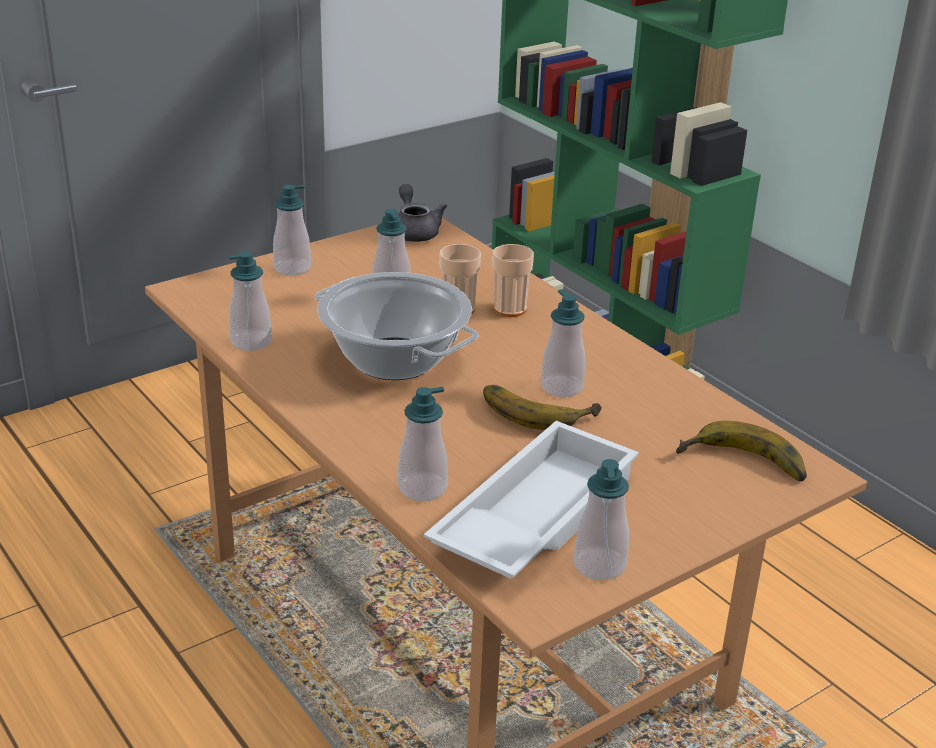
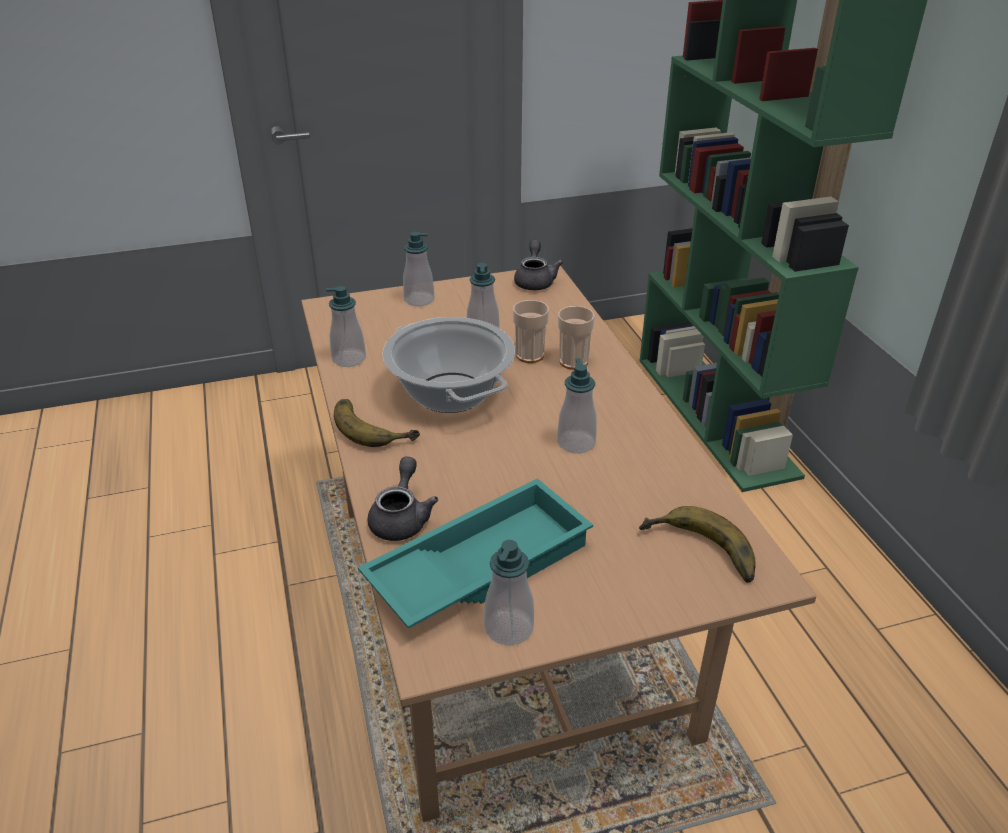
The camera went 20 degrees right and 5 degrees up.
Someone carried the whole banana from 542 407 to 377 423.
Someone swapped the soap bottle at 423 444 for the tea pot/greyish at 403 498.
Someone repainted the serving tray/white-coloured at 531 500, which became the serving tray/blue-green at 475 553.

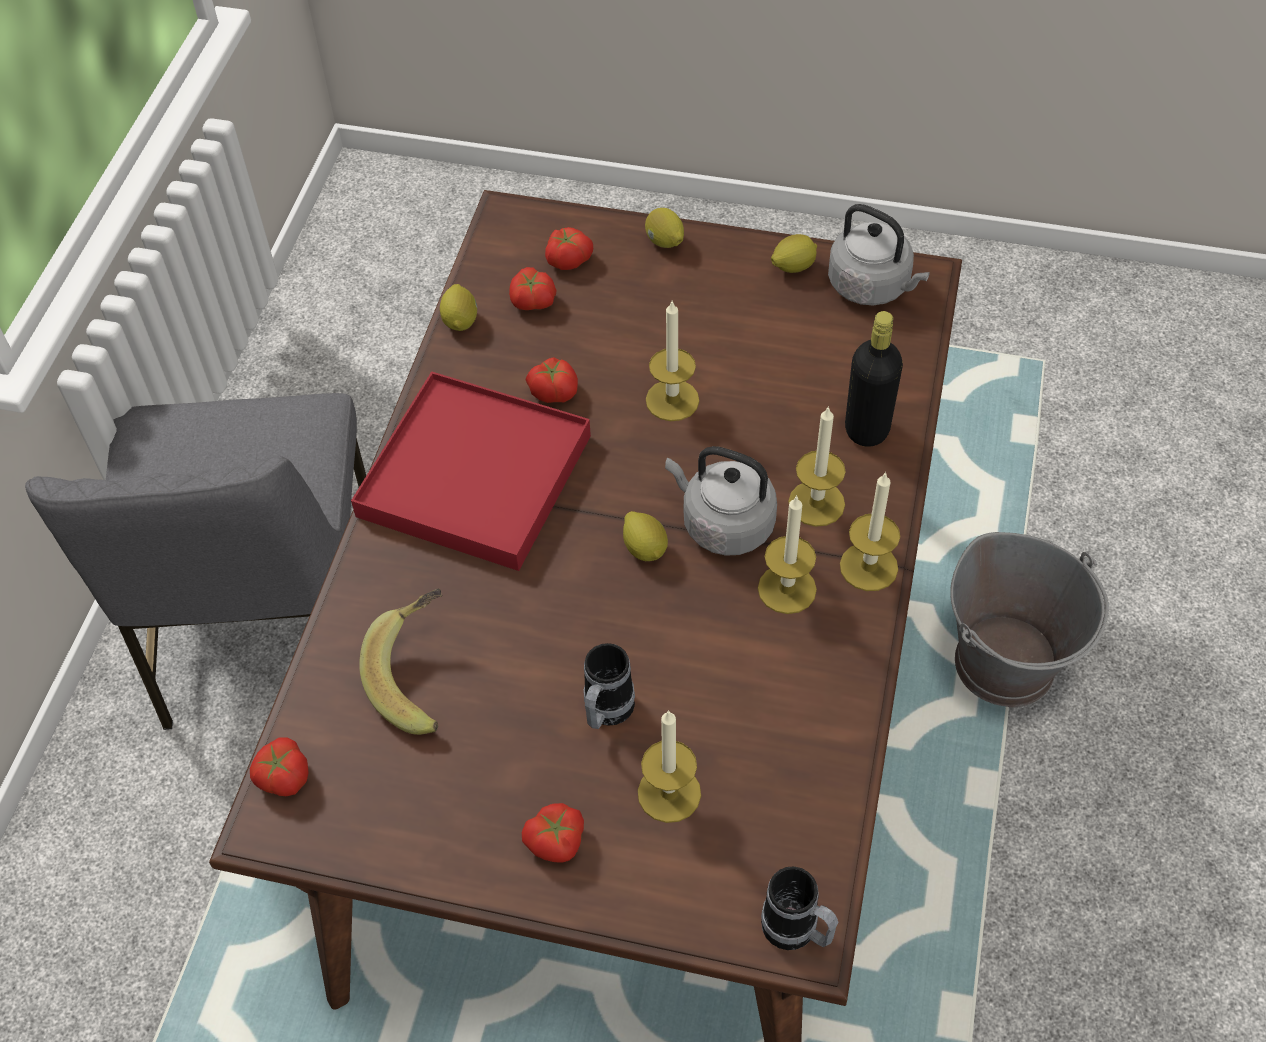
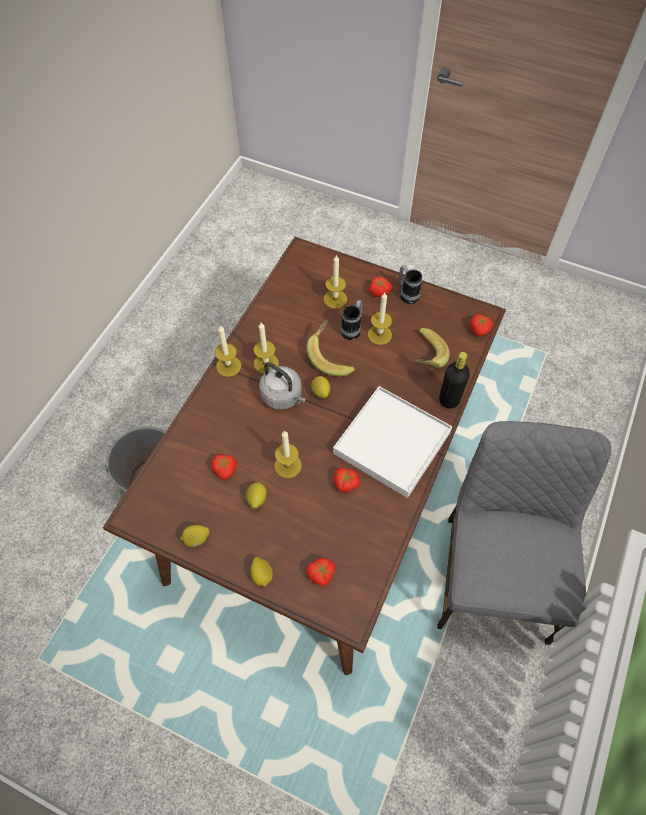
The camera went 170 degrees left and 5 degrees up.
Someone took away the water kettle/greyish at 879 254.
Someone carried the whole tomato from 533 288 to 224 467.
Someone carried the whole lemon from 458 307 to 256 495.
Someone carried the bottle/black from 874 379 to 454 380.
Someone repainted the serving tray/red at 471 471, which became the serving tray/white-coloured at 392 442.
Someone carried the candle from 817 466 to 380 319.
Someone carried the tea mug from 800 908 to 410 284.
Someone put down the whole banana at 331 348.

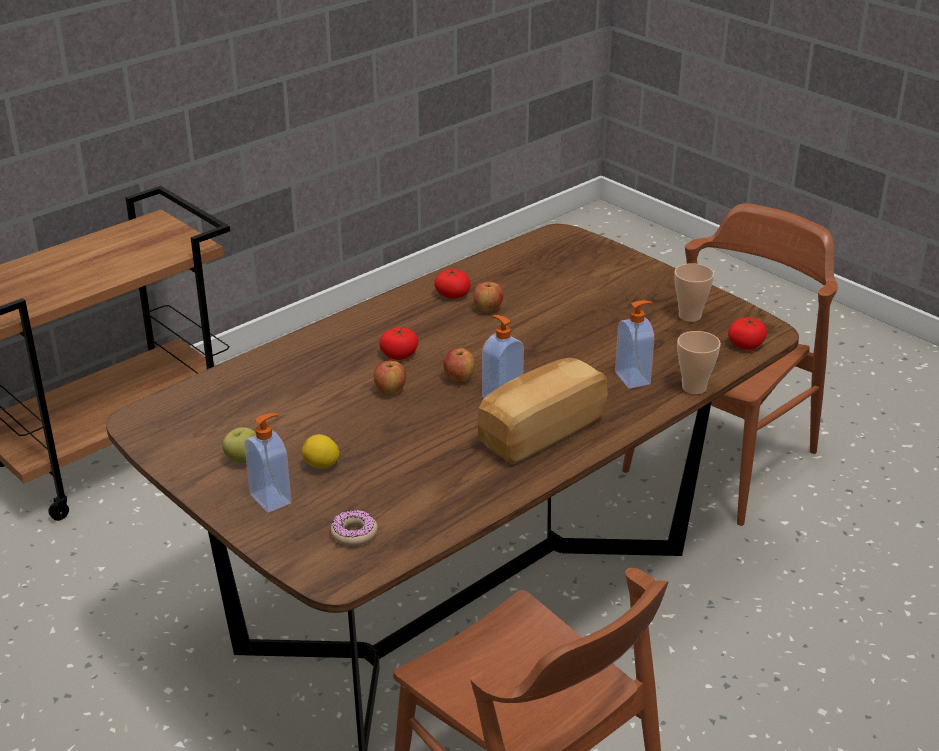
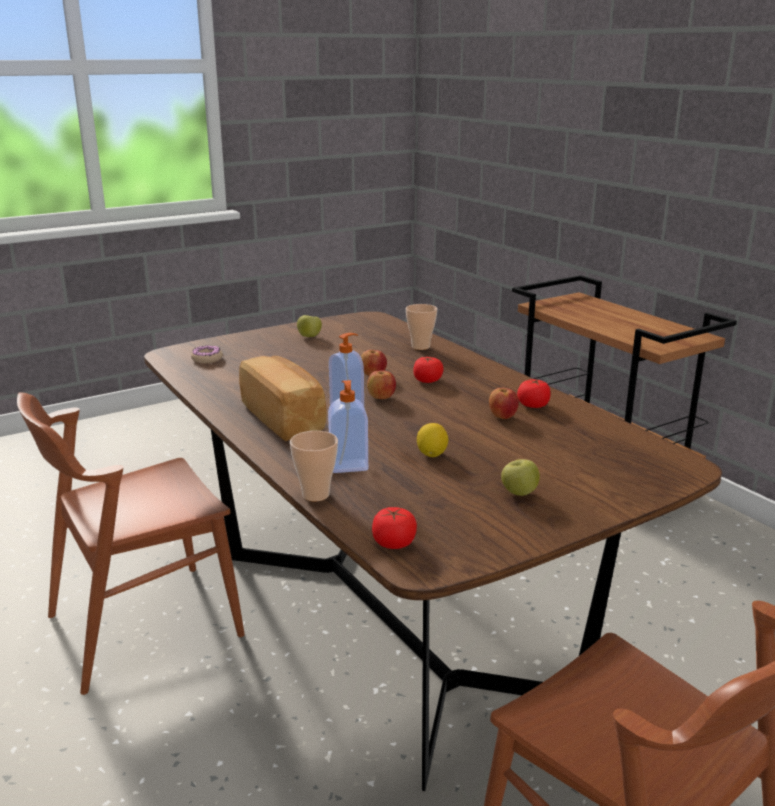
The camera went 100 degrees right and 10 degrees down.
Someone carried the cup from 694 292 to 421 327.
Someone took away the soap bottle at 267 463.
Someone carried the whole lemon from 321 451 to 432 440.
Someone put down the apple fruit at 520 477.

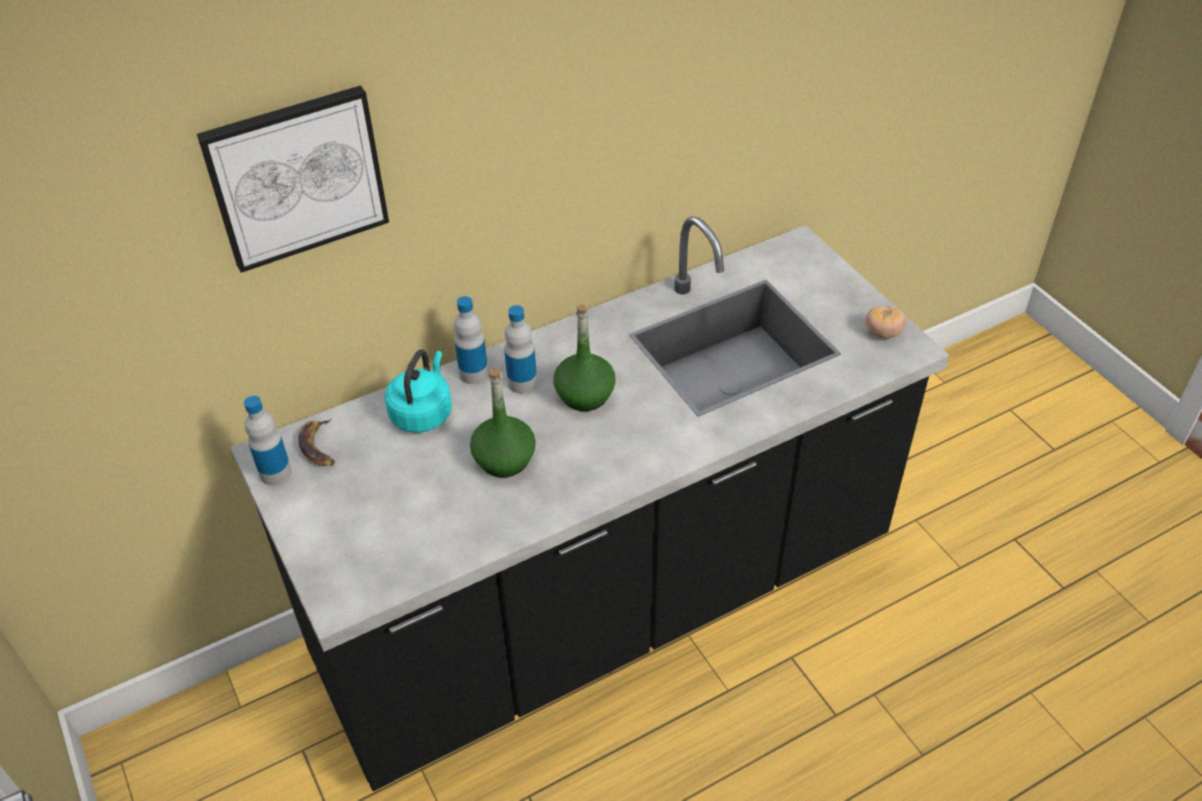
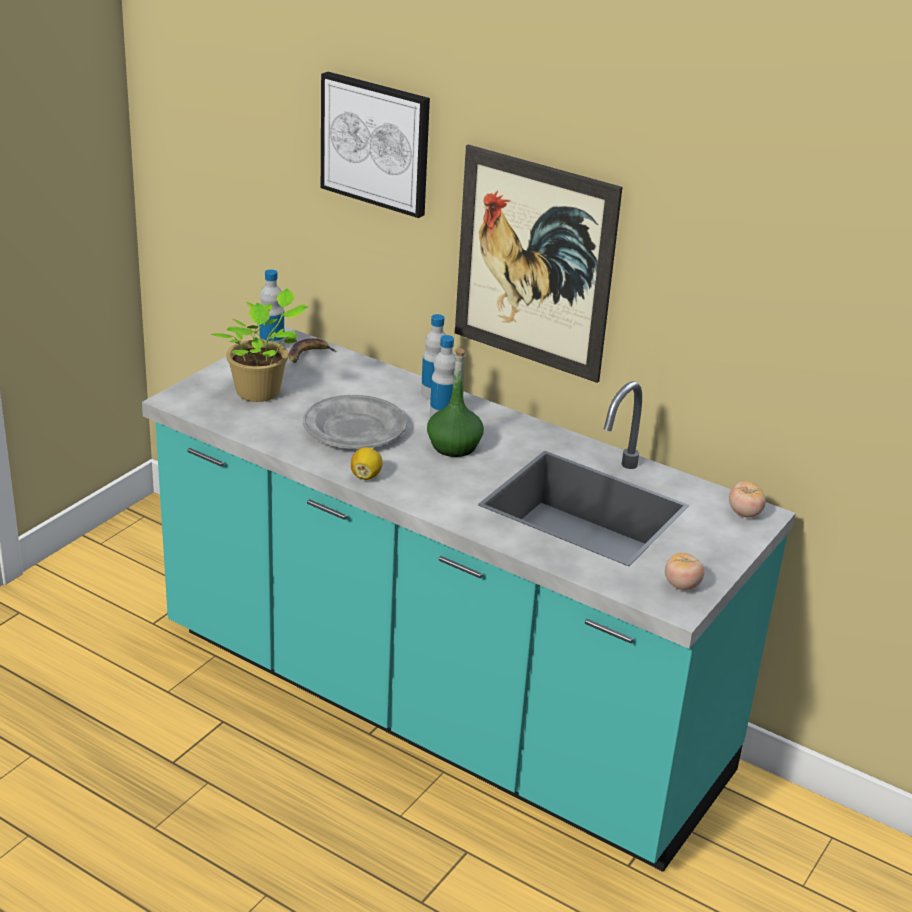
The camera went 60 degrees right and 15 degrees down.
Someone repainted the kitchen counter/black at 590 503, which became the kitchen counter/blue-green at 469 599.
Someone took away the water kettle/blue-green at 418 391.
Someone swapped the bottle/green at 503 423 for the plate/greyish at 355 422.
Someone put up the picture at 538 264.
Someone put down the houseplant at 259 345.
Someone put down the whole lemon at 367 463.
Someone put down the whole tomato at 747 499.

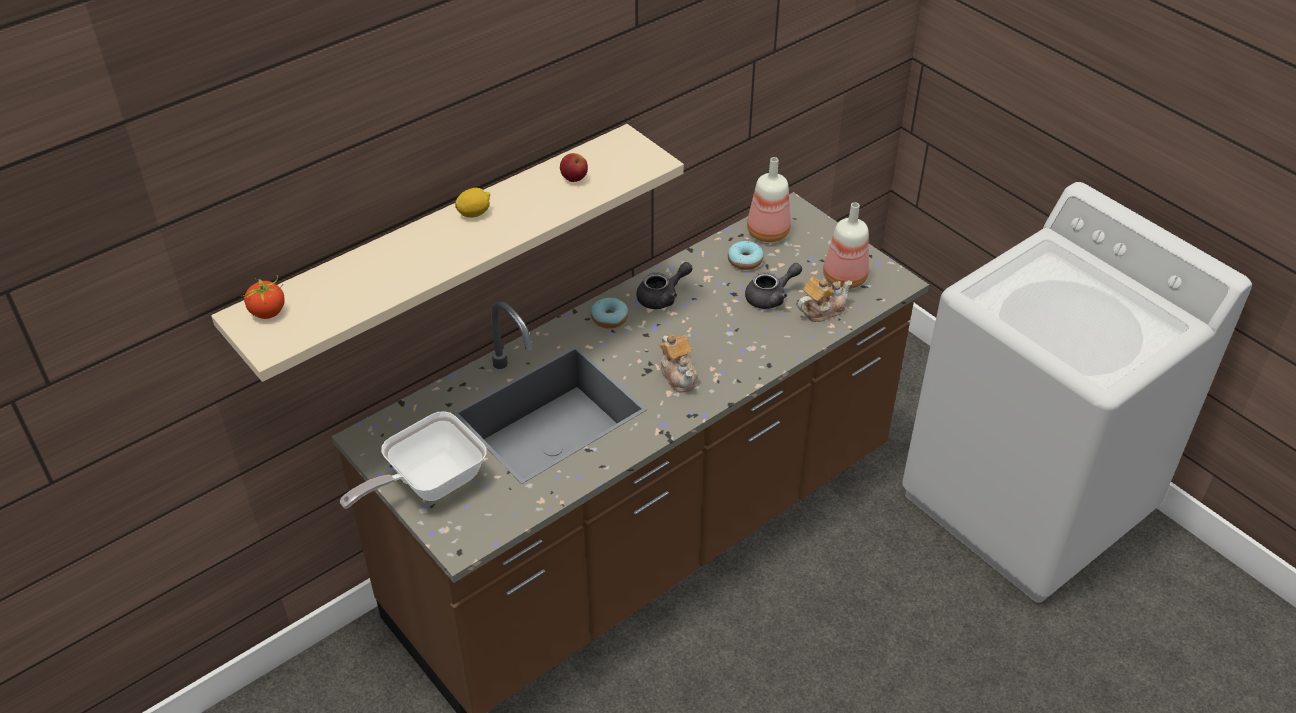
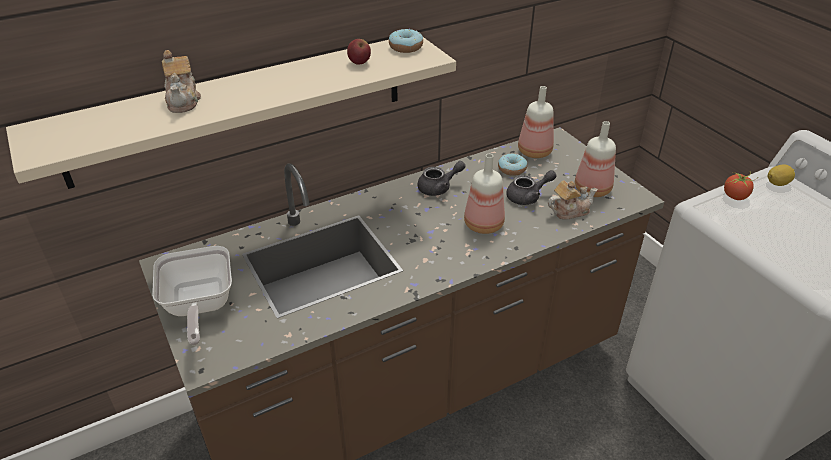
The camera went 10 degrees right and 5 degrees down.
Someone carried the whole lemon from 472 203 to 781 175.
Someone carried the whole tomato from 264 297 to 740 186.
Someone carried the ring doughnut from 609 313 to 406 41.
Someone carried the tea pot from 679 363 to 181 81.
Someone rotated the pan at 413 460 by 75 degrees counterclockwise.
Someone put down the bottle at 484 194.

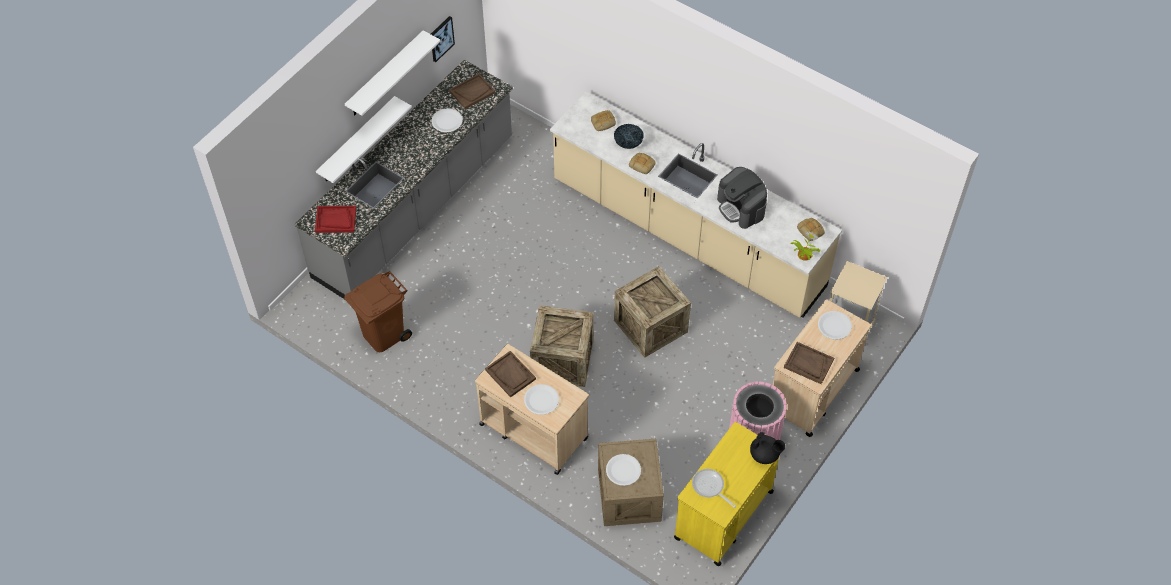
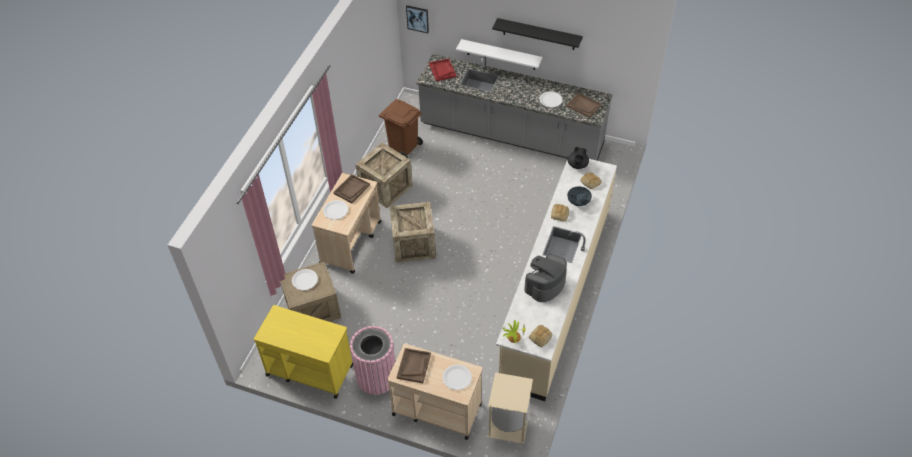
The camera went 75 degrees right and 5 degrees down.
Someone carried the picture from 443 39 to 417 19.
Someone repainted the bracket shelf/white-coloured at 393 73, which became the bracket shelf/black at 537 34.
Someone carried the crate from 652 312 to 384 175.
Someone carried the tea pot/black from 767 448 to 578 158.
Someone took away the pan at 714 488.

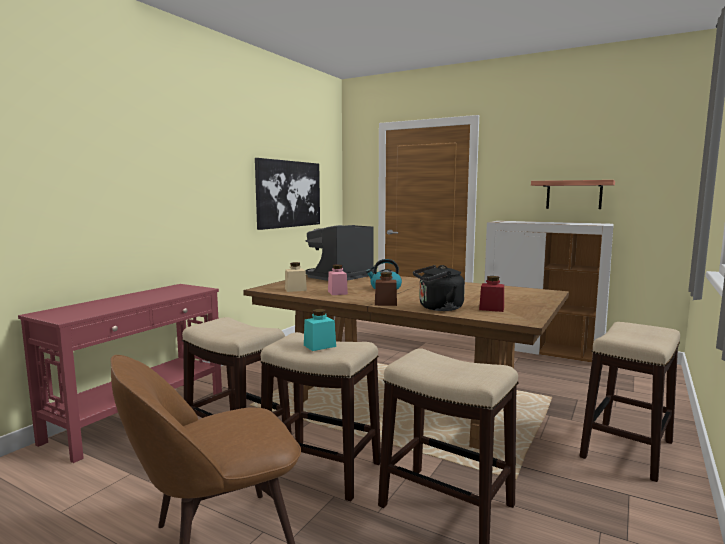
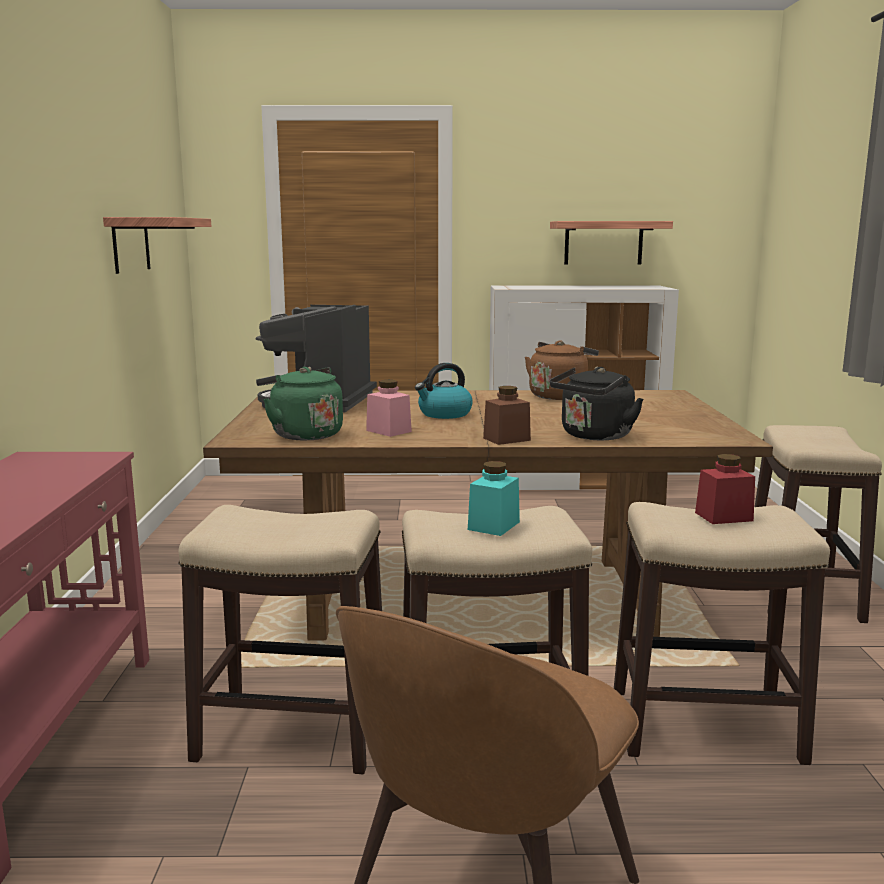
The camera went 30 degrees left and 5 degrees up.
Someone swapped the picture at 287 194 for the bracket shelf at 157 245.
Someone swapped the storage jar/sand-coloured at 296 277 for the water kettle/green at 299 404.
Someone carried the storage jar/red from 491 294 to 725 489.
Someone put down the water kettle/brown-coloured at 562 370.

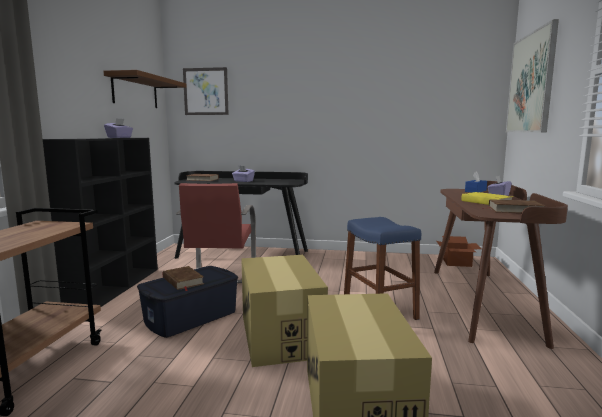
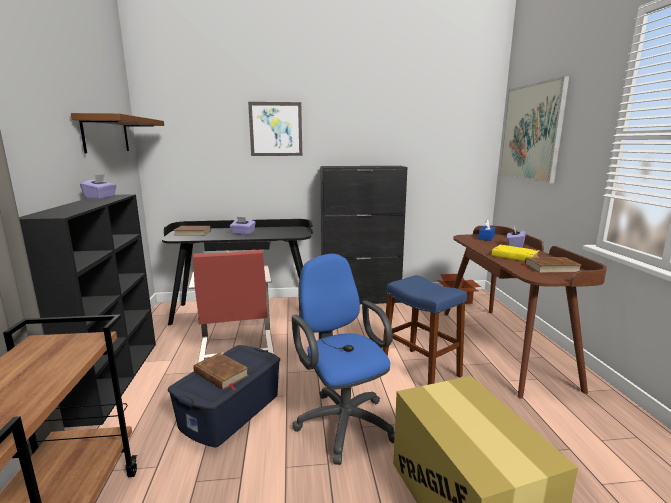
The camera went 15 degrees left and 5 degrees up.
Someone carried the picture from 206 91 to 275 129.
Someone swapped the packing box at 284 311 for the desk chair/bluish at 343 359.
Someone put down the cupboard/black at 364 235.

